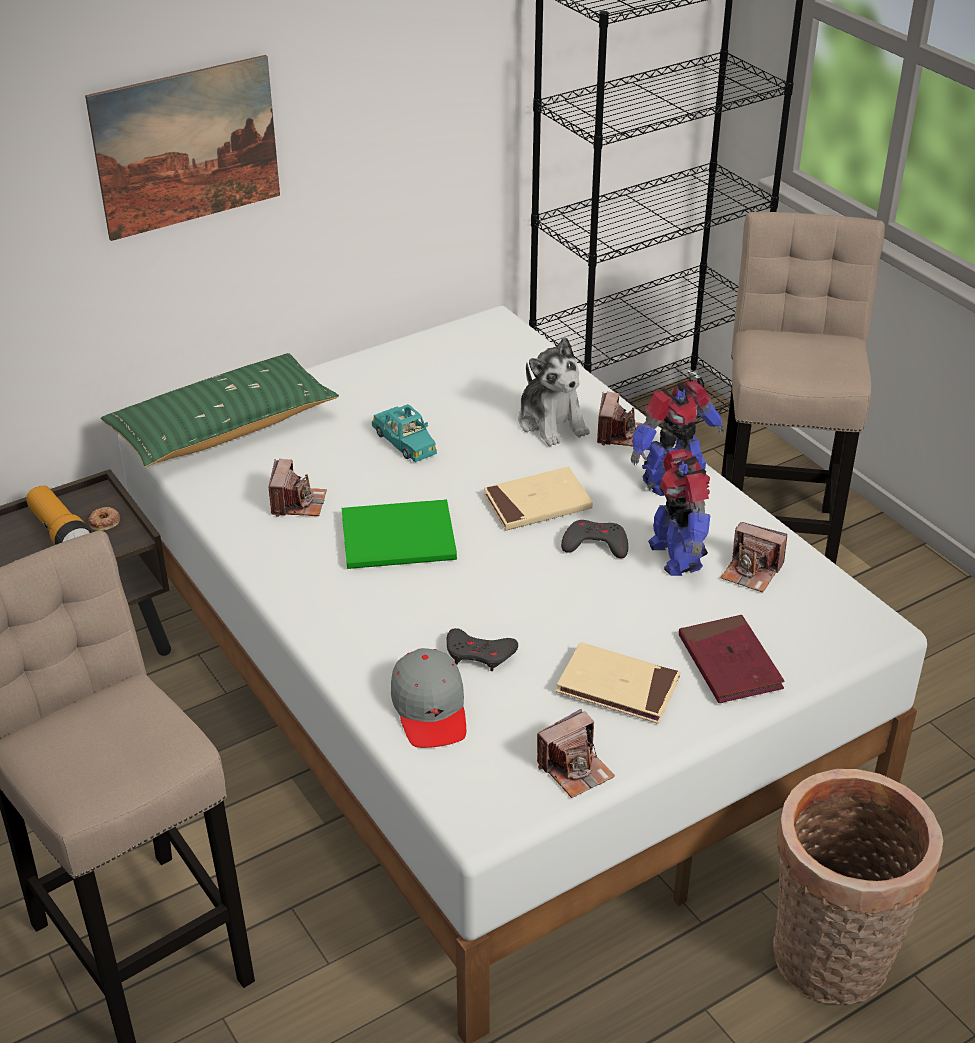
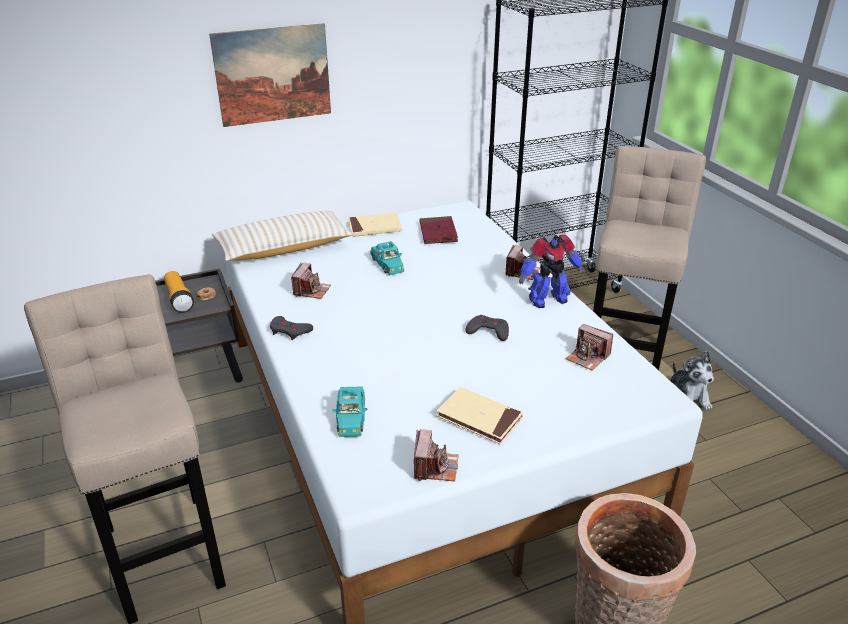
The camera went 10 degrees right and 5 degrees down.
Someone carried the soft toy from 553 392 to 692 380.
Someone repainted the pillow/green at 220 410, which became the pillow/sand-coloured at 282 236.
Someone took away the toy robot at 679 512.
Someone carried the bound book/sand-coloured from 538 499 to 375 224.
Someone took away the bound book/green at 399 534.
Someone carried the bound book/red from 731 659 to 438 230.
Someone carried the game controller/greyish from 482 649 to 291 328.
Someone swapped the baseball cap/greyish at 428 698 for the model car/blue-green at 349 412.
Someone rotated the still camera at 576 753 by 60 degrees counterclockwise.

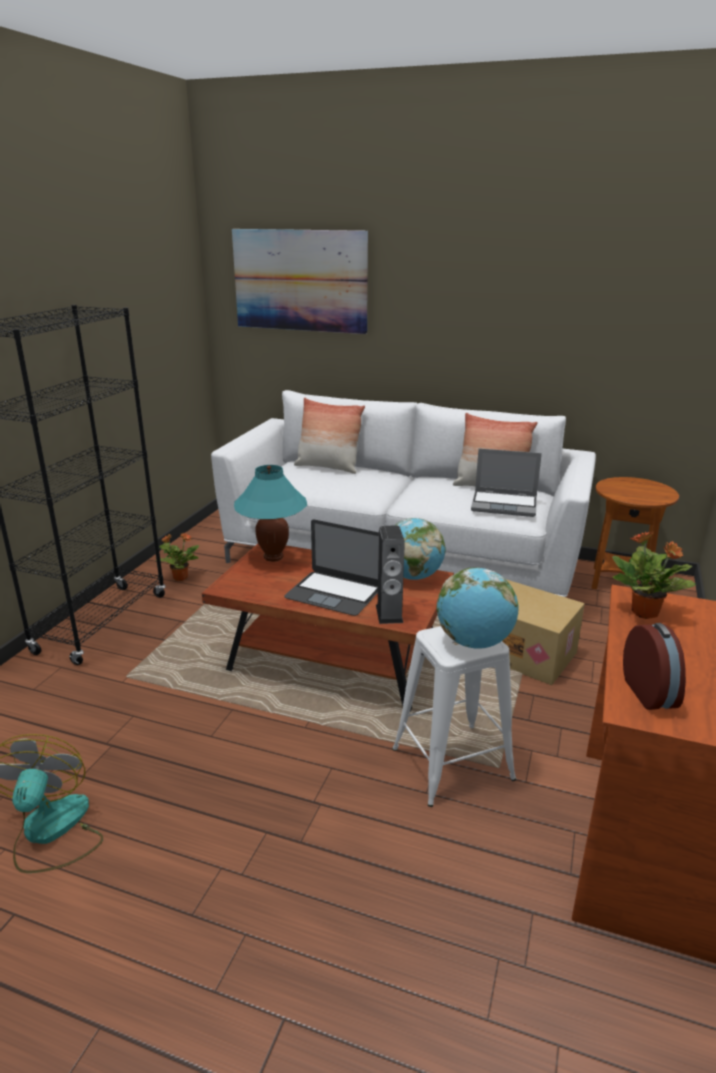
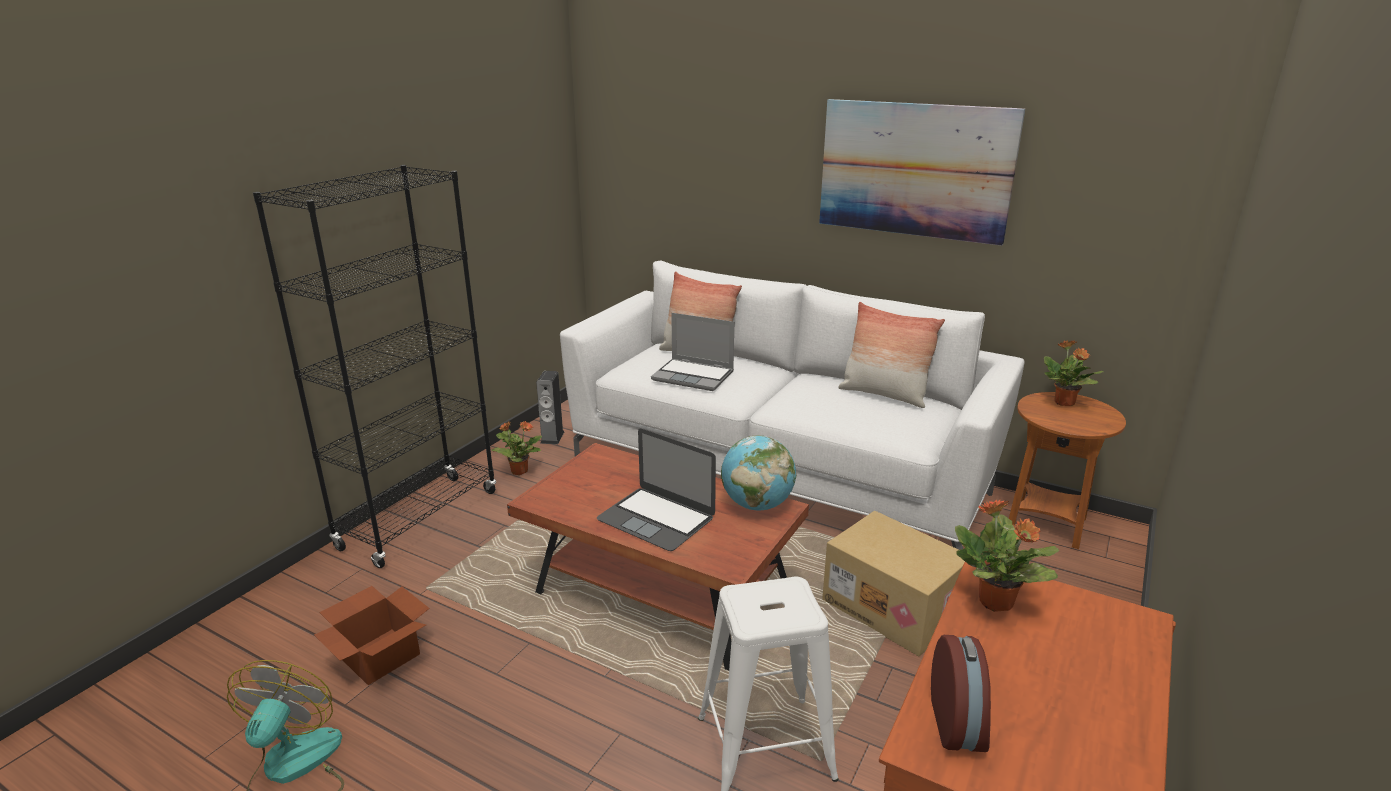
The camera went 10 degrees right and 0 degrees up.
Someone carried the picture from 300 281 to 922 172.
Someone carried the notebook computer from 506 482 to 692 352.
Someone took away the lamp for a table/blue-green at 270 513.
Someone carried the speaker from 390 574 to 550 407.
Someone took away the world globe at 478 608.
Someone put down the houseplant at 1074 373.
Someone put down the packing box at 372 635.

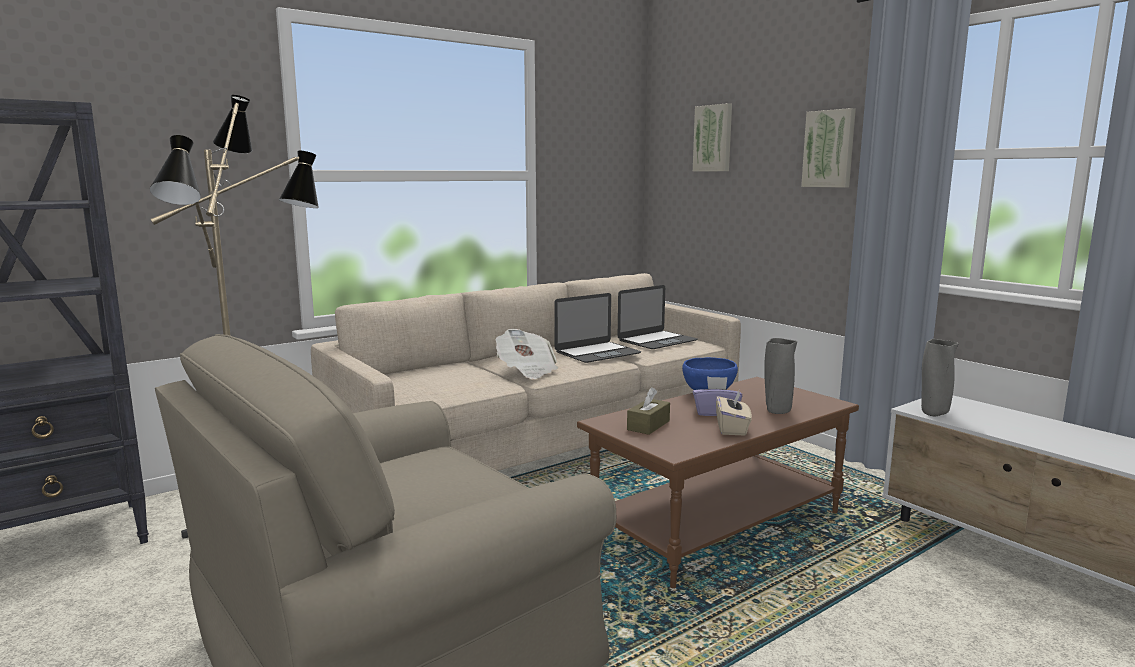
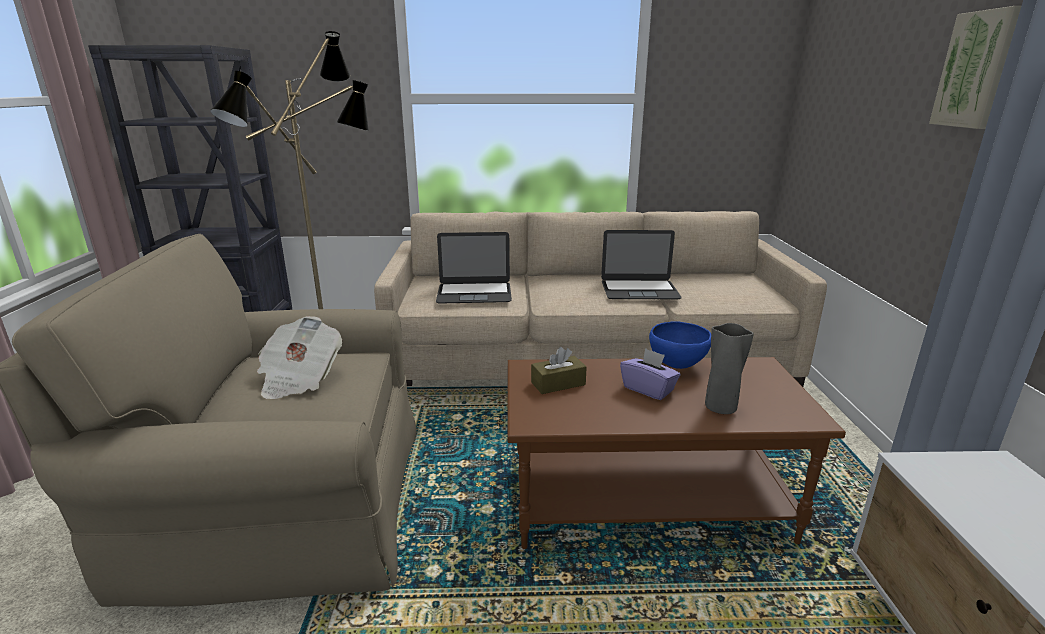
The camera went 35 degrees right and 10 degrees up.
Someone took away the picture at 712 137.
Someone carried the notebook computer from 658 317 to 474 268.
Someone carried the daily paper from 527 354 to 299 357.
Someone took away the decorative vase/greyish at 939 377.
Someone took away the box of tissues/sand-coloured at 734 413.

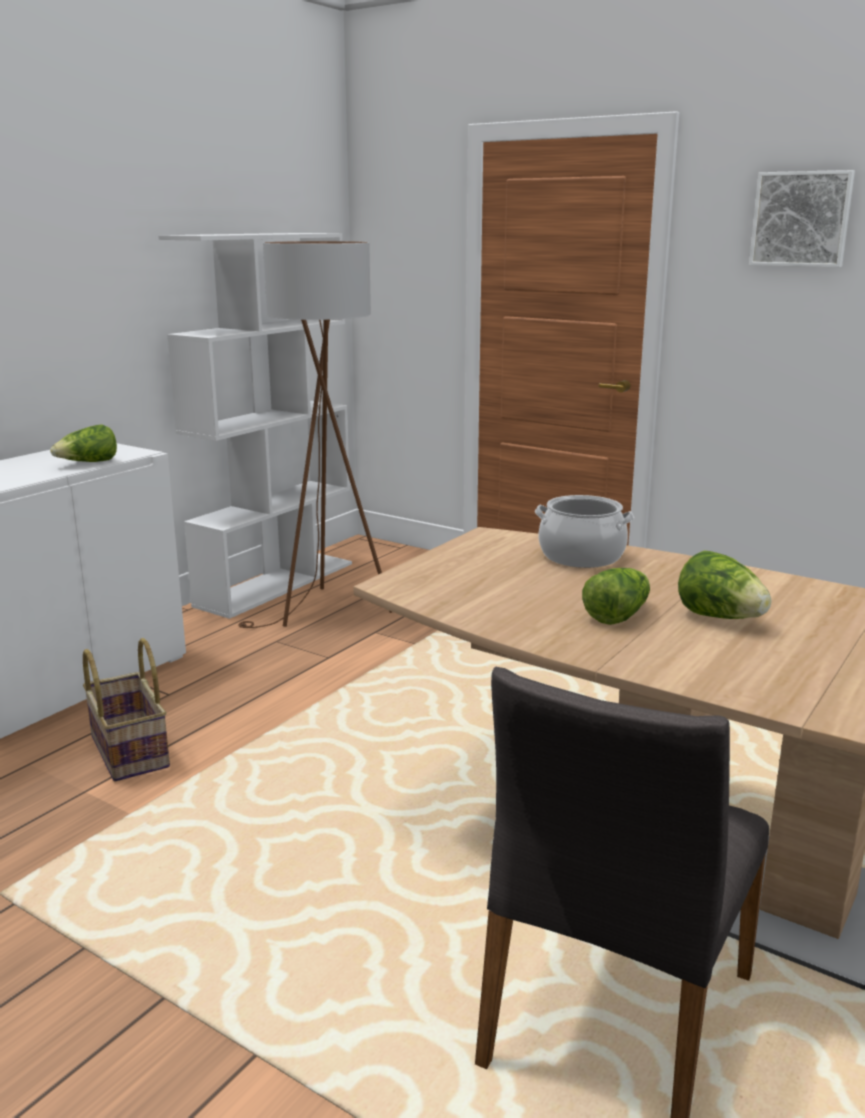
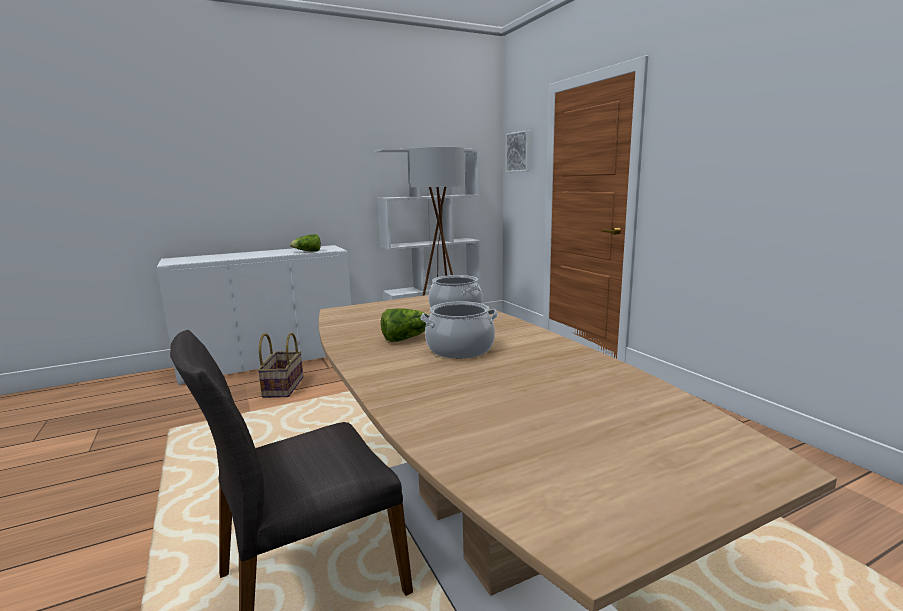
The camera went 30 degrees right and 5 degrees down.
Someone carried the picture from 802 219 to 518 151.
Someone swapped the lettuce at 724 584 for the saucepot at 459 330.

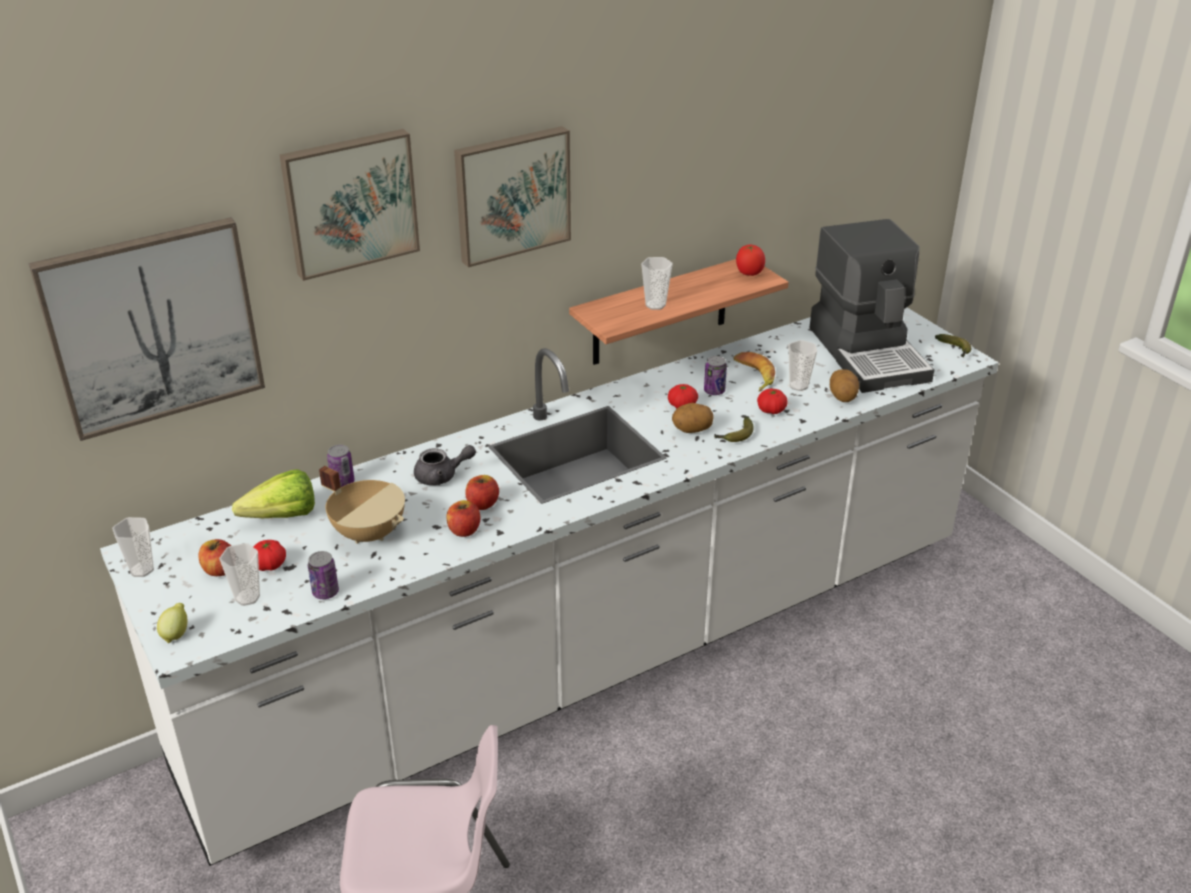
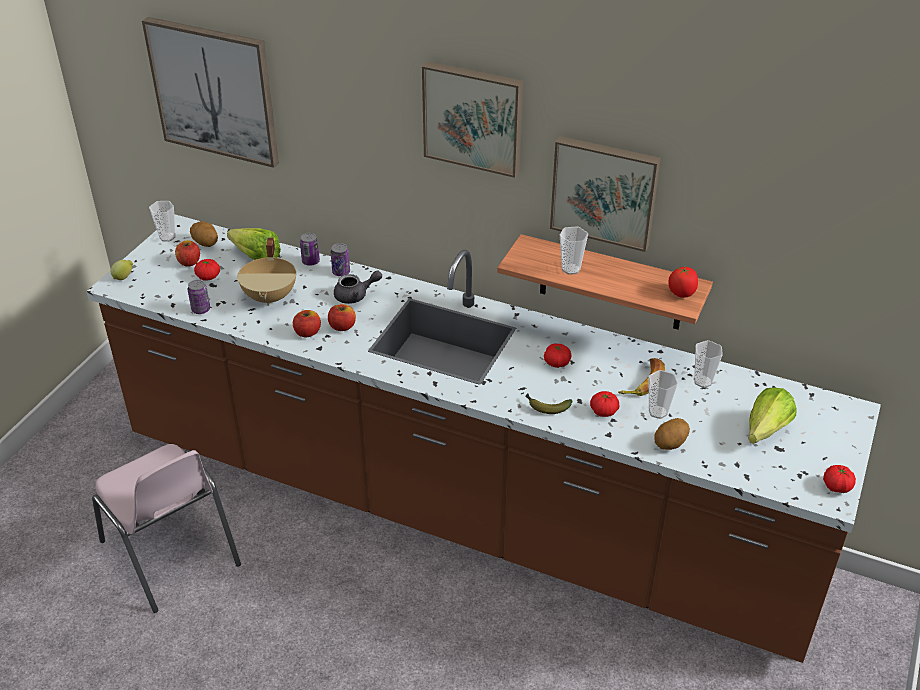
The camera went 55 degrees right and 5 degrees up.
Someone carried the picture from 350 205 to 605 194.
Someone swapped the coffee machine at 871 306 for the lettuce at 772 416.
Someone repainted the kitchen counter/white-coloured at 549 586, which became the kitchen counter/brown-coloured at 483 438.
Someone swapped the whole banana at 953 346 for the whole tomato at 839 479.
Someone carried the can from 715 375 to 340 259.
Someone carried the spud from 693 418 to 204 234.
Someone rotated the tea pot/greyish at 445 465 by 60 degrees counterclockwise.
Someone carried the cup from 239 574 to 708 364.

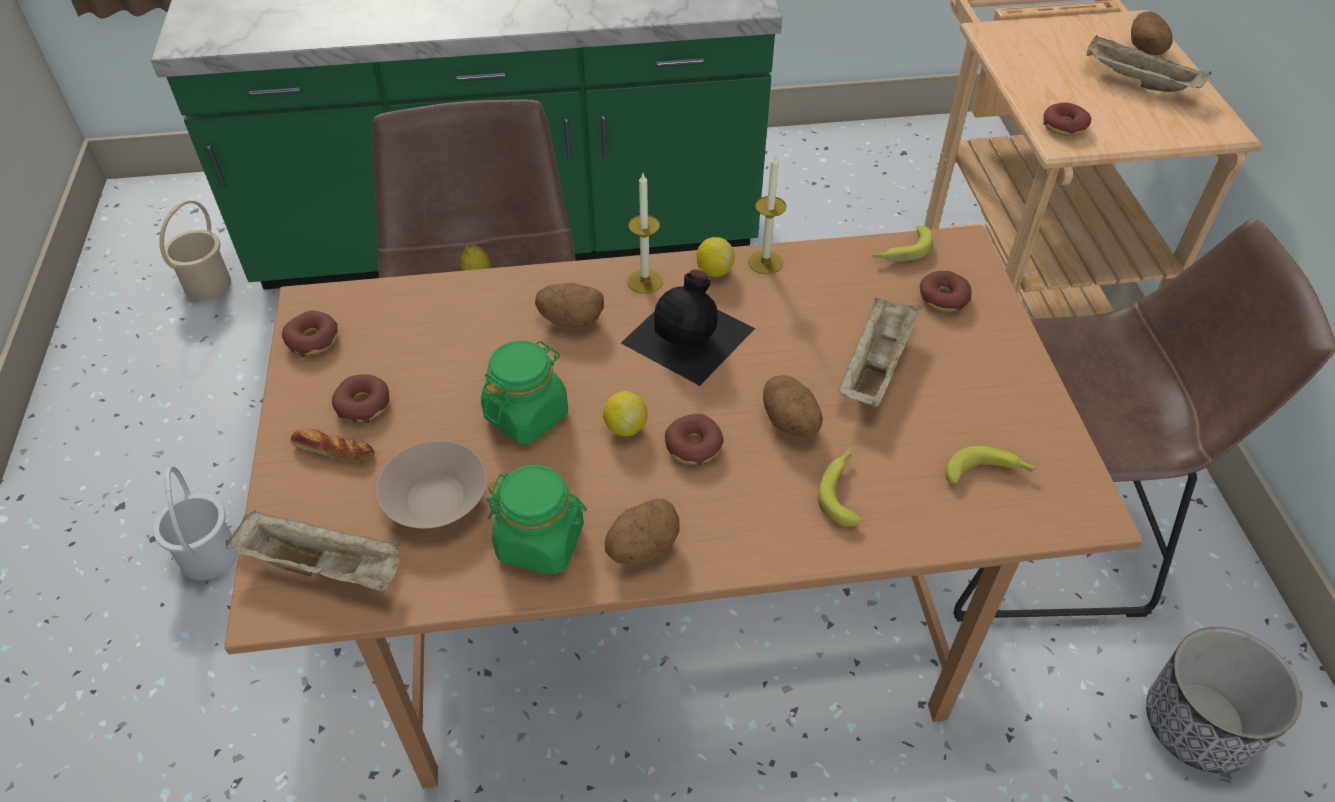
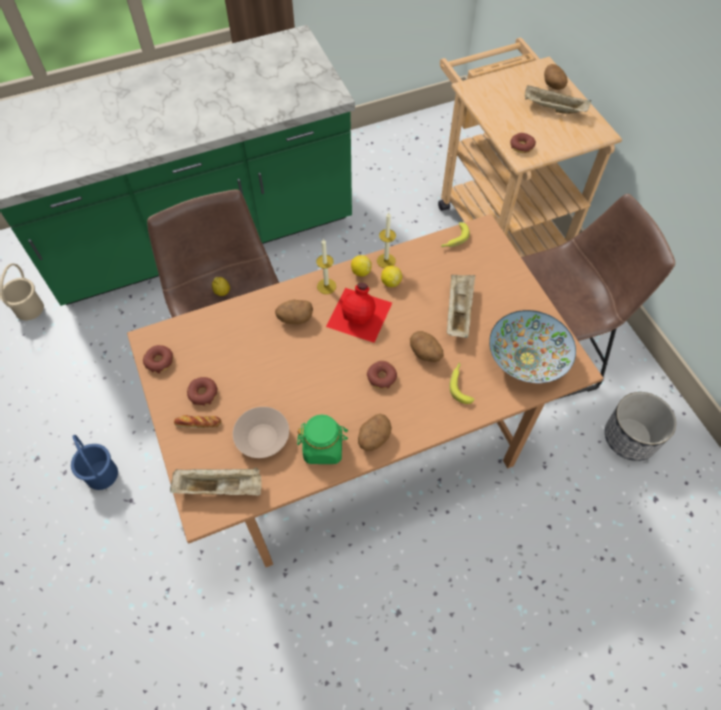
The camera went 15 degrees left and 10 degrees up.
Someone repainted the bottle/black at 688 328, which became the bottle/red at 359 313.
Someone took away the ring doughnut at 946 291.
Someone took away the storage jar/green at 524 392.
Someone carried the whole lemon from 625 414 to 391 276.
Someone swapped the whole banana at 991 465 for the bowl at 532 346.
Someone repainted the pail/white-coloured at 195 523, which became the pail/bluish at 94 462.

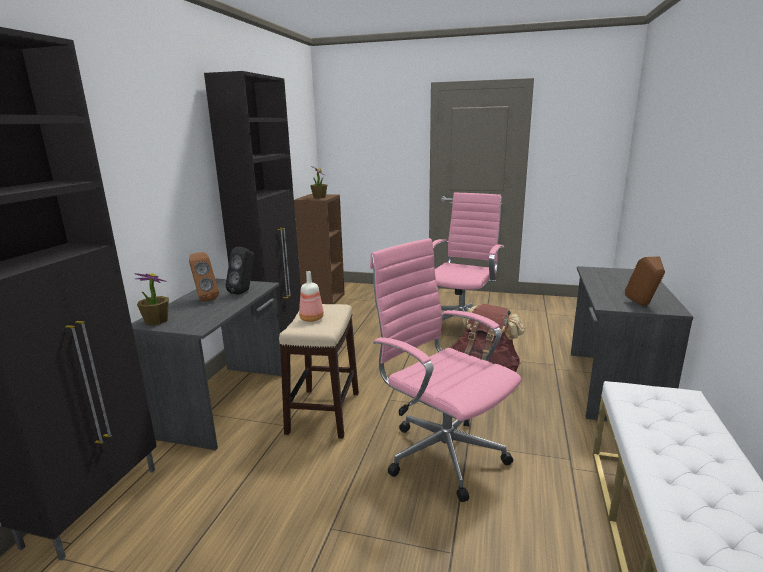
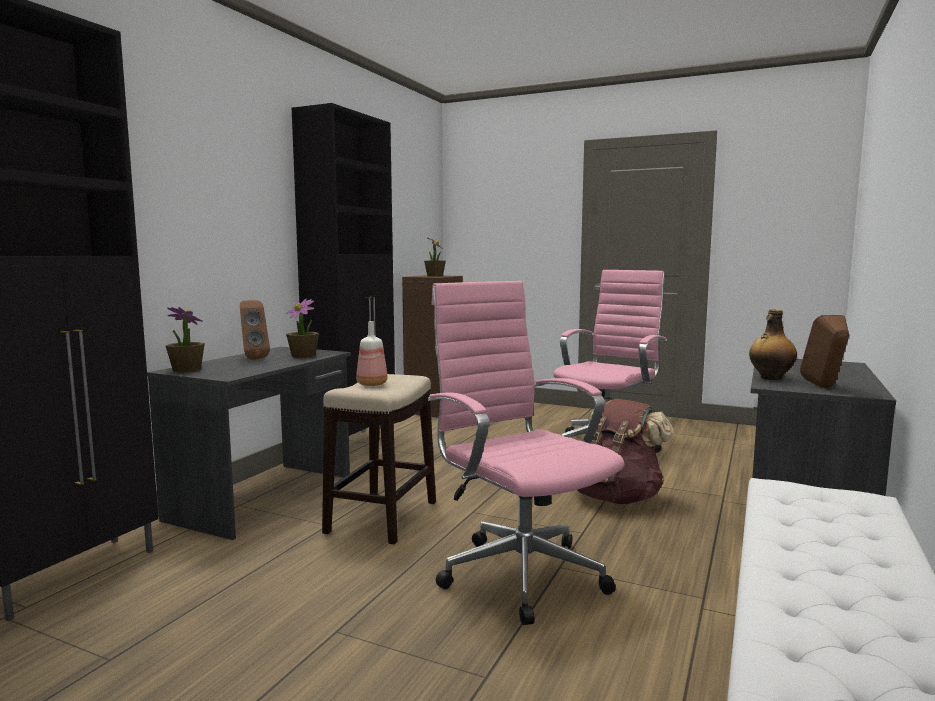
The camera went 10 degrees right and 10 degrees down.
Someone swapped the speaker/black at 239 271 for the houseplant at 302 328.
Someone put down the bottle at 773 344.

